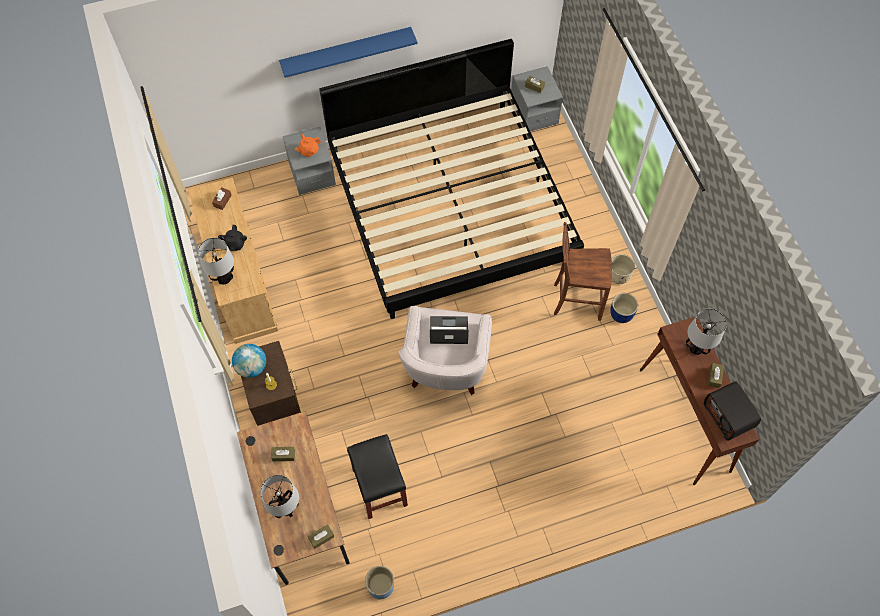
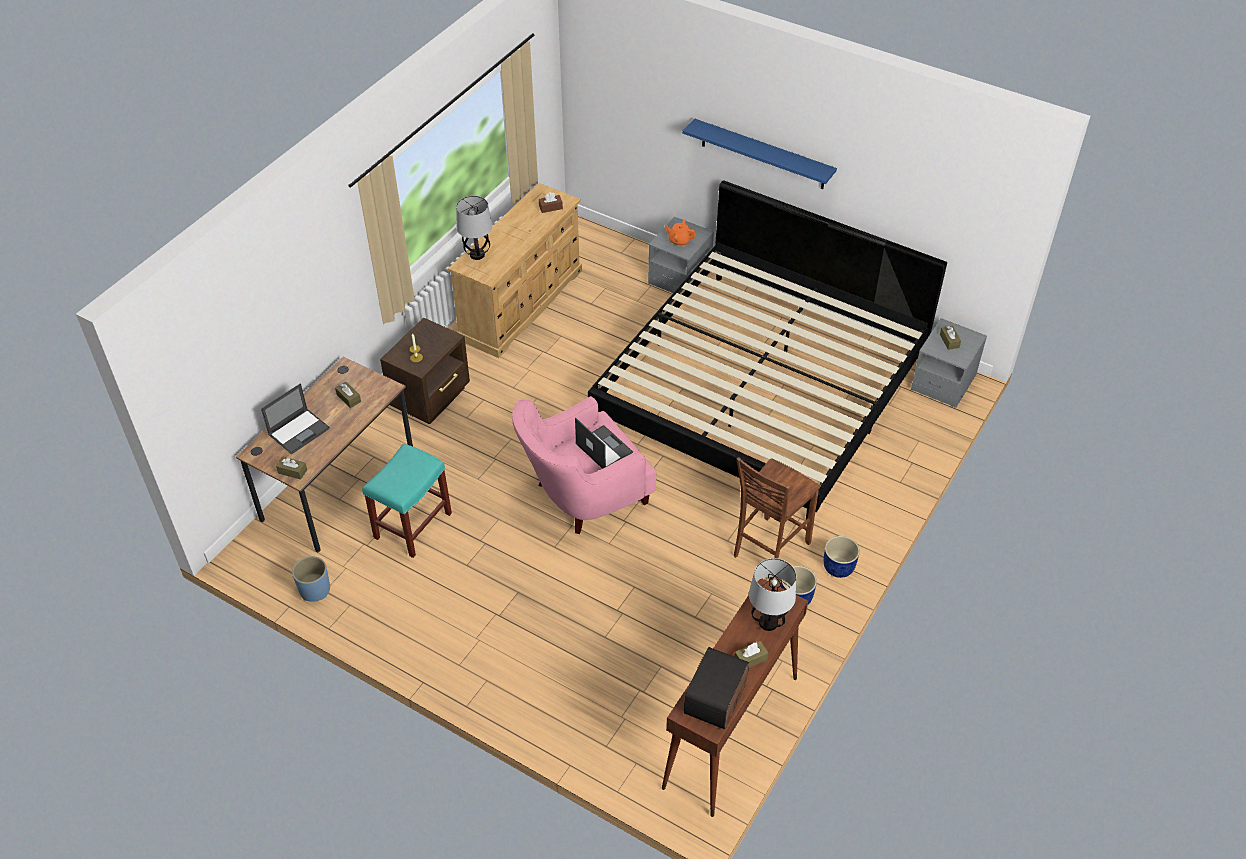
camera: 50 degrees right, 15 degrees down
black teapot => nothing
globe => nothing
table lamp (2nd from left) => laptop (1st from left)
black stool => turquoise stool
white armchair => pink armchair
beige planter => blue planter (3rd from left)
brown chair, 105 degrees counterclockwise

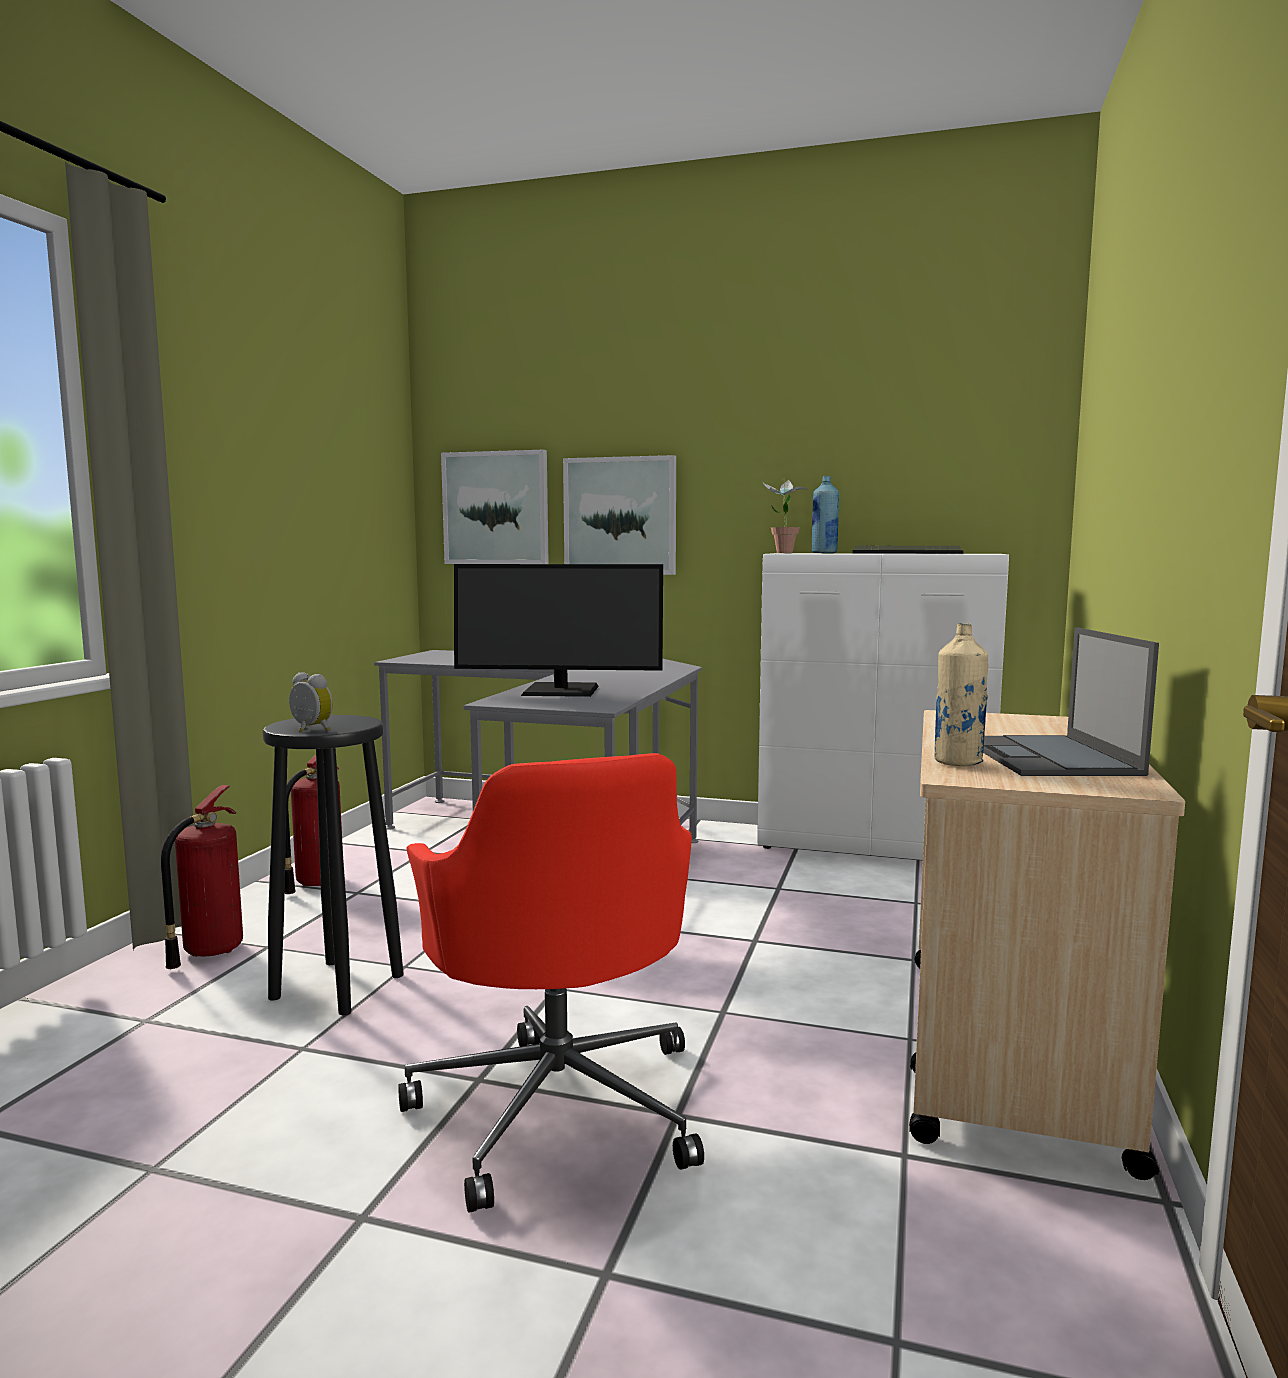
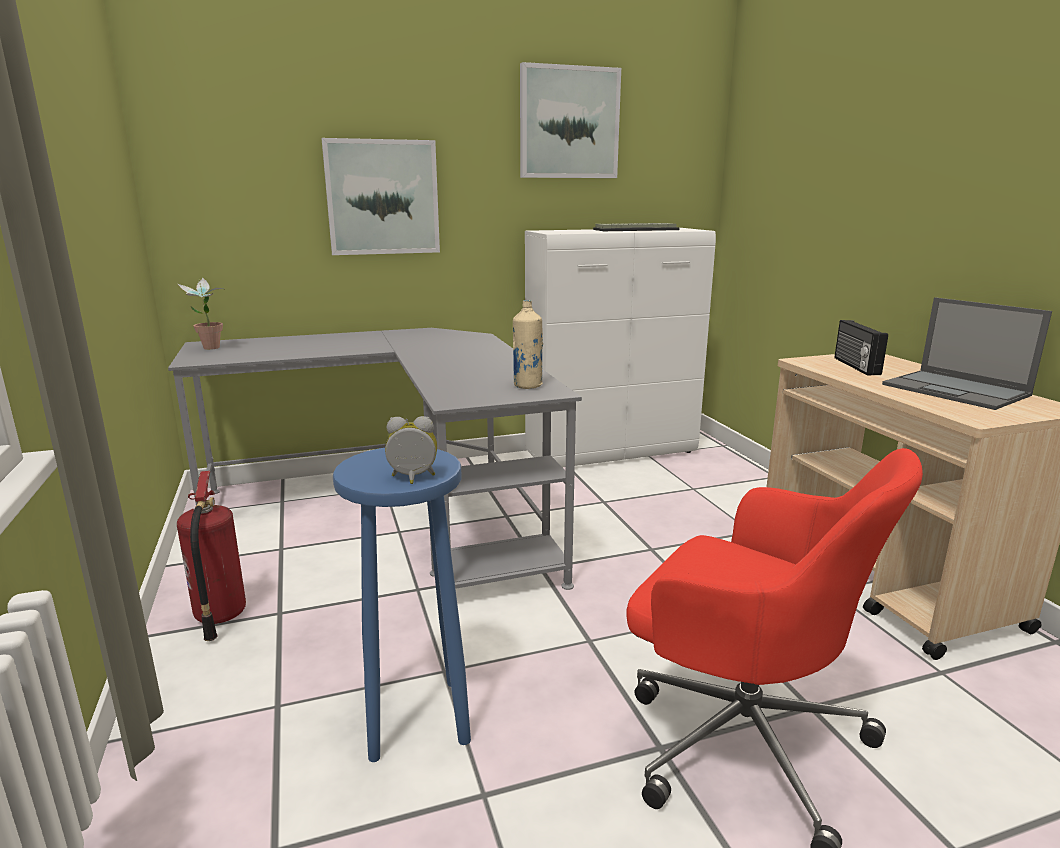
camera: 35 degrees left, 10 degrees up
fire extinguisher (1st from left) => nothing
monitor => nothing
blue bottle => nothing
nothing => radio
picture (1st from left in the first image) => picture (2nd from left), moved
potted plant, moved
beige bottle, moved
black stool => blue stool

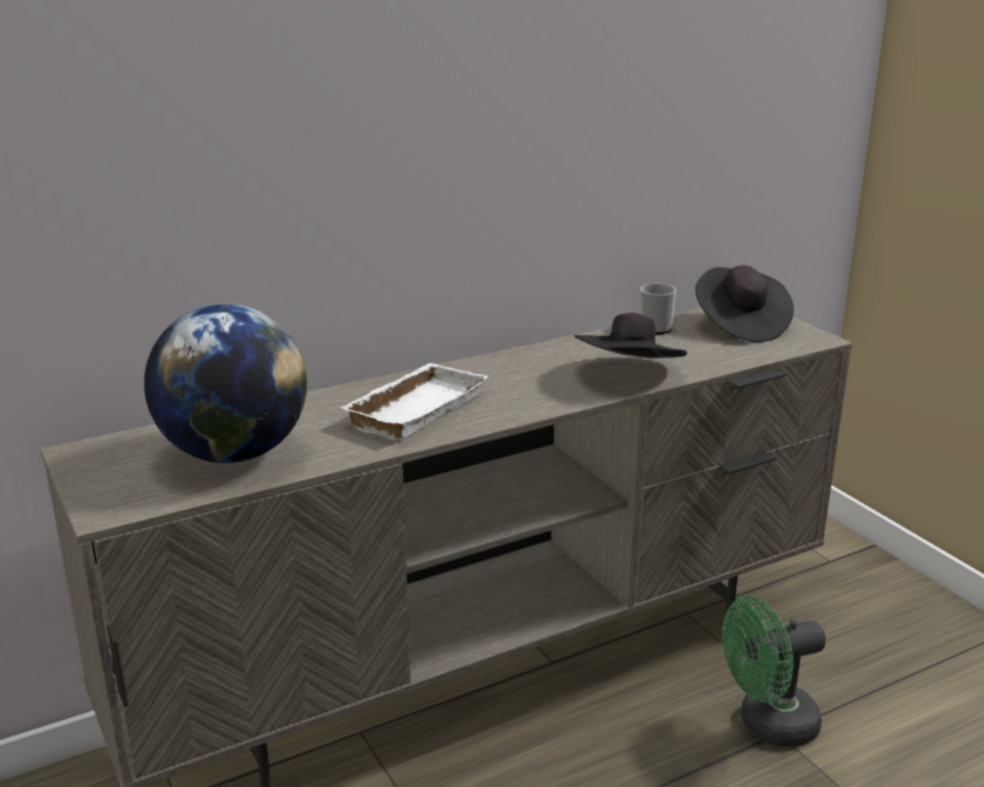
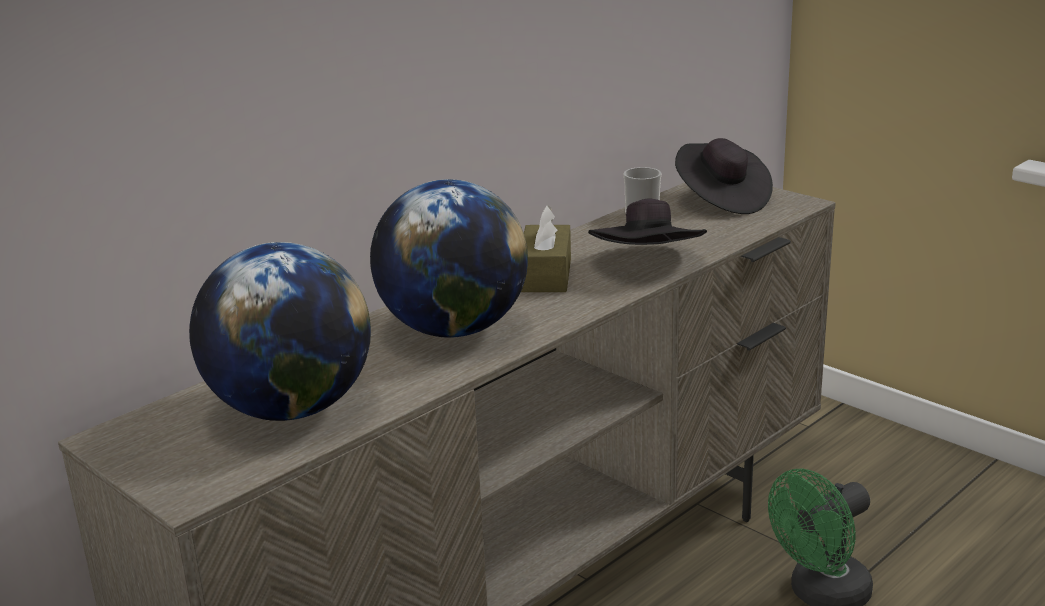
camera: 15 degrees left, 0 degrees up
nothing => brown tissue box
white tray => globe (2nd from left)

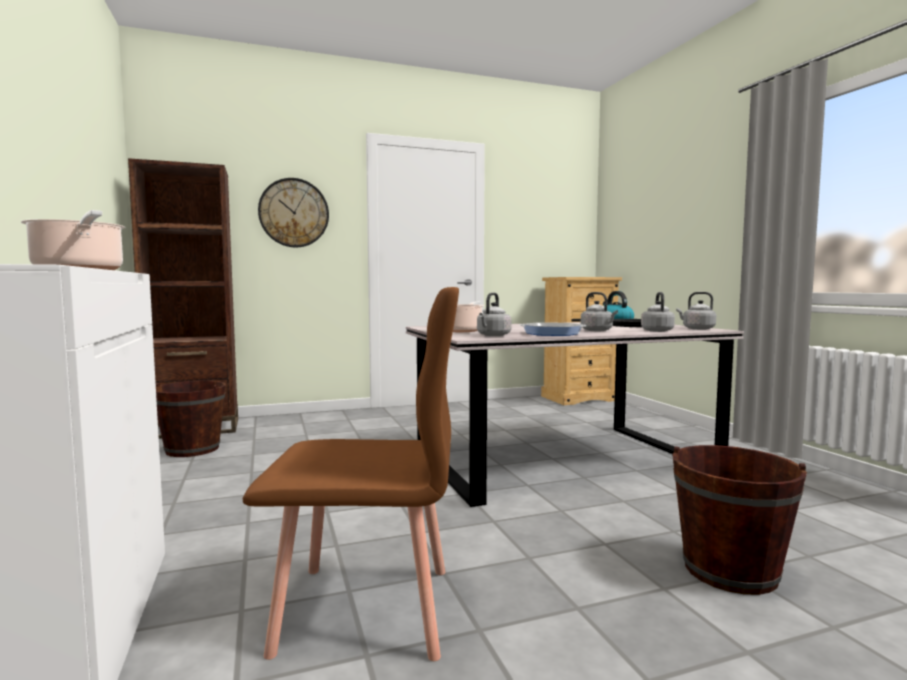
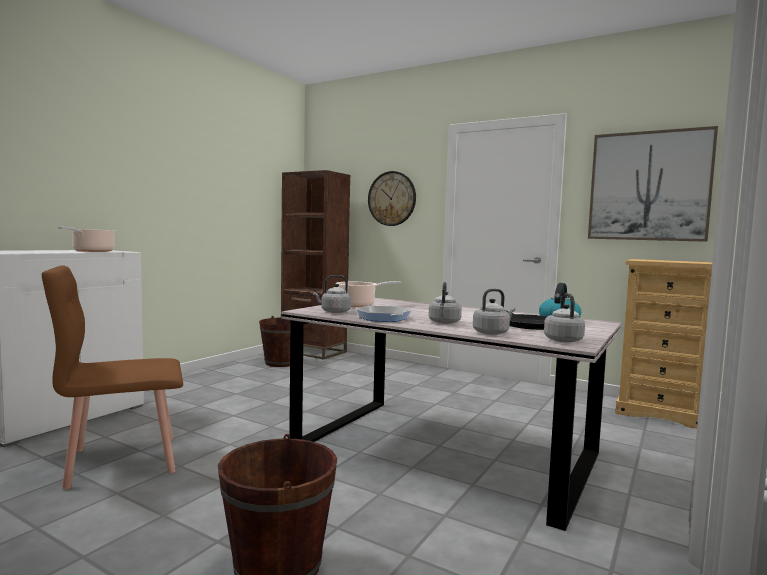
camera: 50 degrees right, 0 degrees up
nothing => picture
brown chair, 105 degrees clockwise

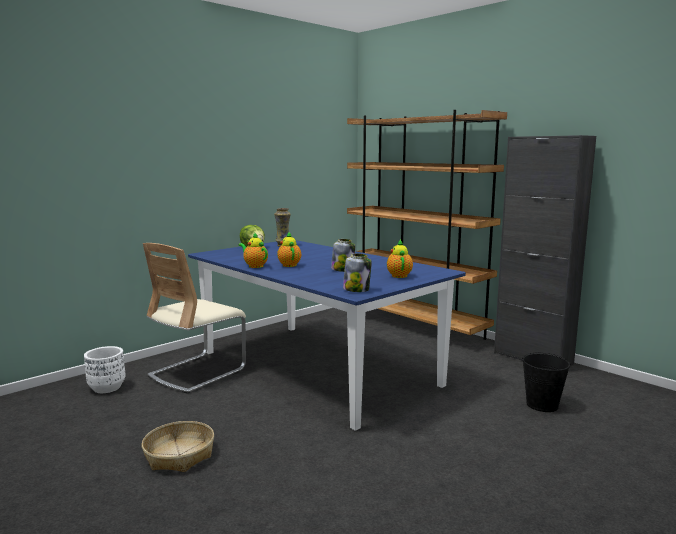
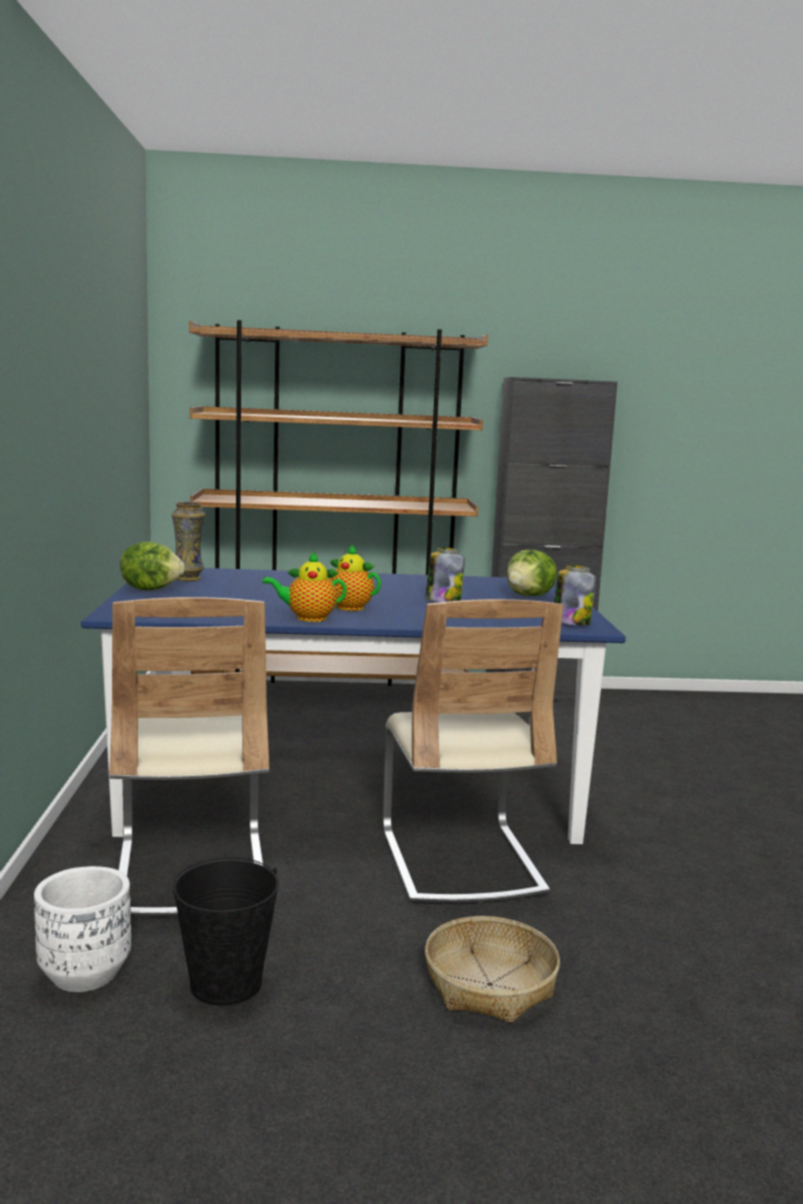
camera: 50 degrees left, 0 degrees up
nothing => beige chair (2nd from left)
black bucket, moved
teapot (3rd from left) => lettuce (2nd from left)

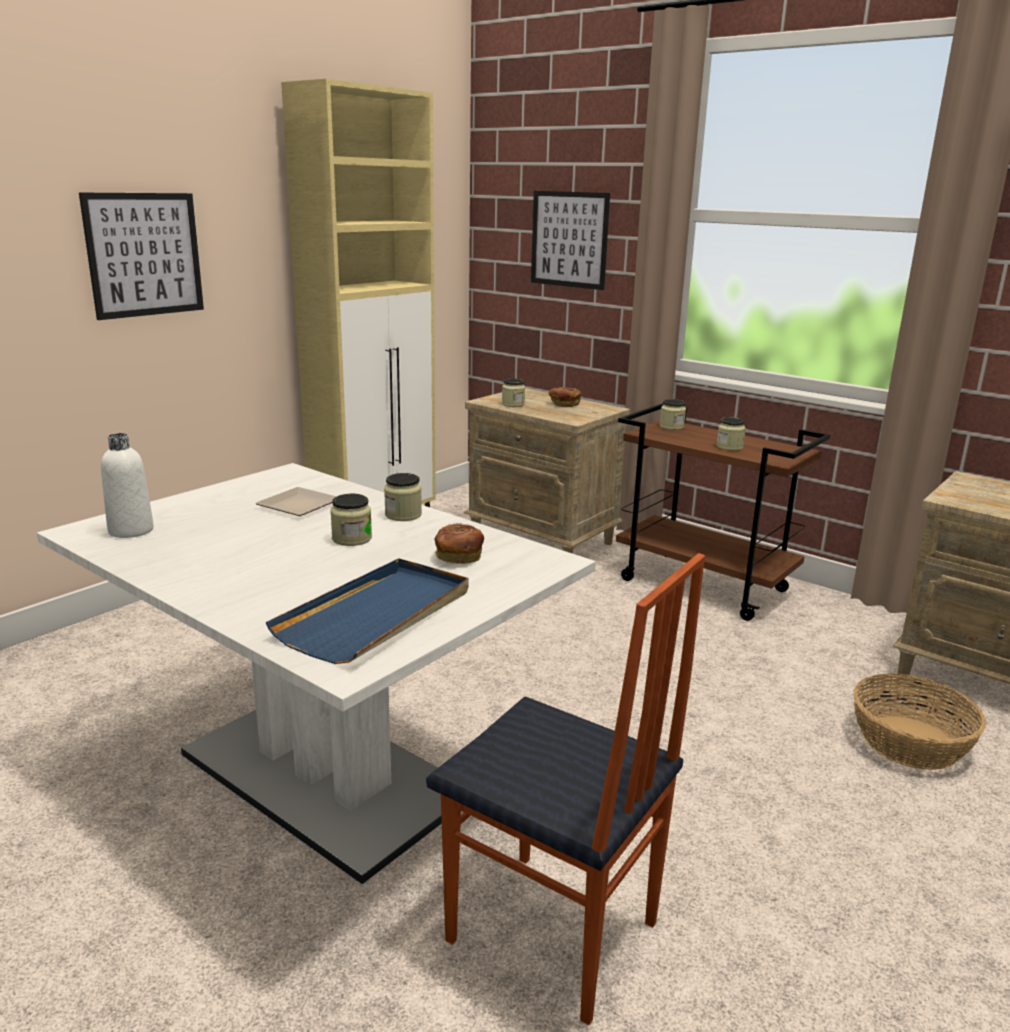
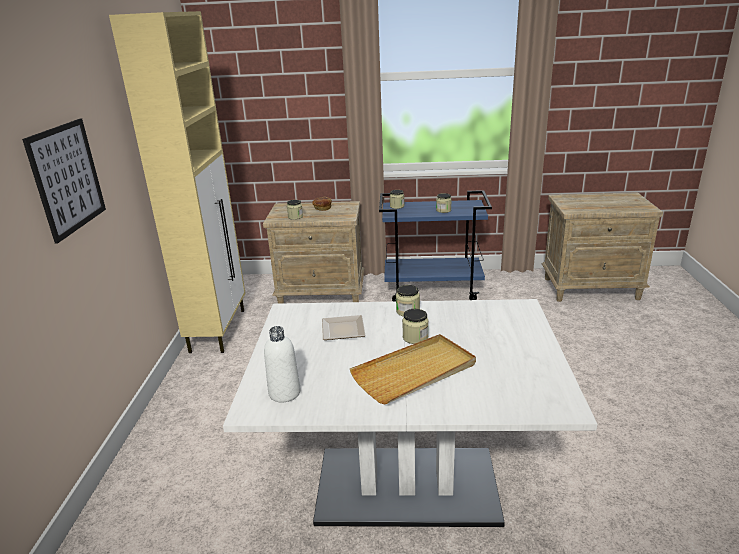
camera: 35 degrees left, 5 degrees up
blue tray => nothing
chair => nothing
bread (1st from left) => nothing
picture (2nd from left) => nothing
basket => nothing
nothing => beige tray
brown cart => blue cart

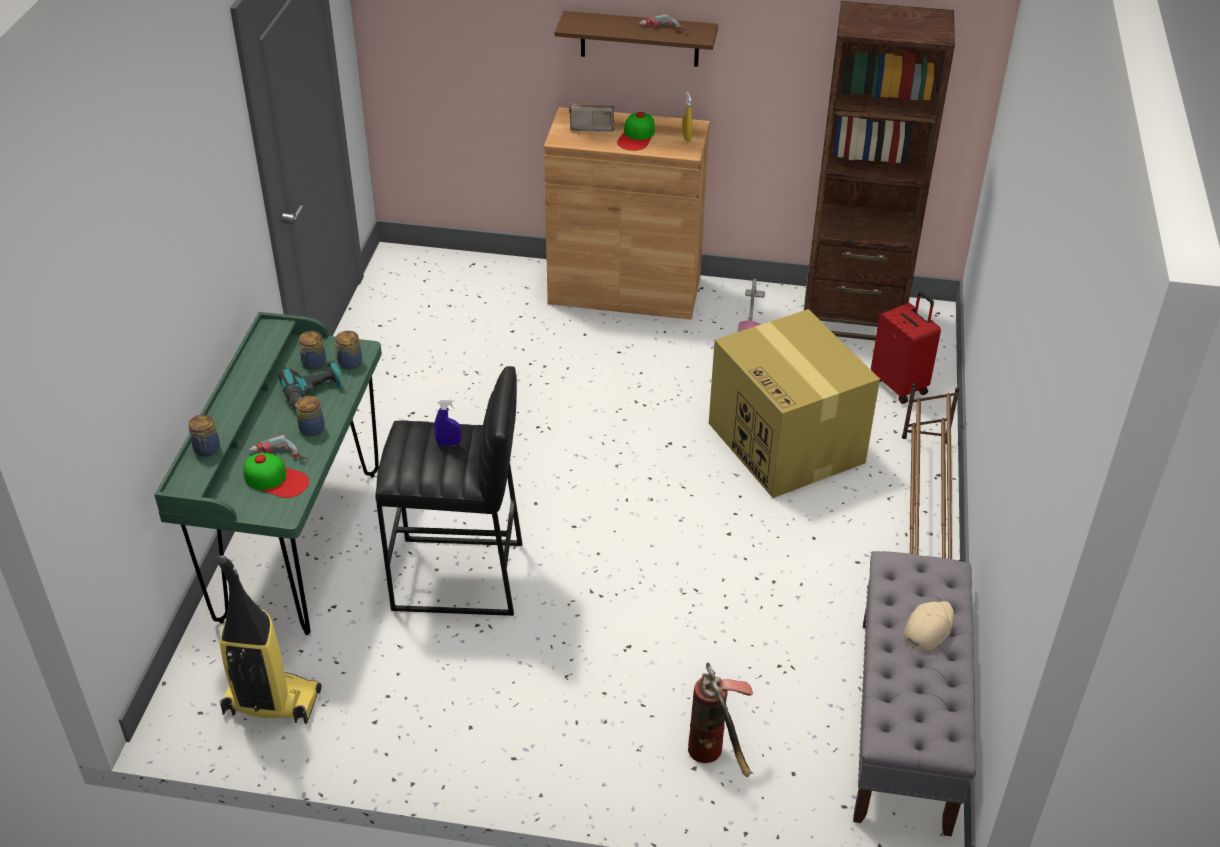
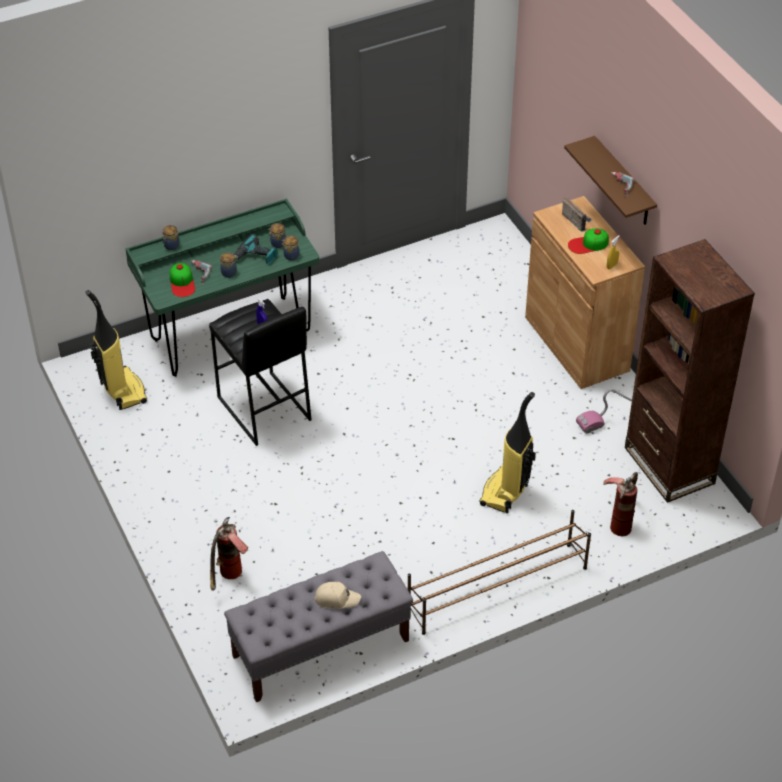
camera: 55 degrees right, 5 degrees up
cardboard box => vacuum cleaner (2nd from left)
red suitcase => fire extinguisher (2nd from left)

